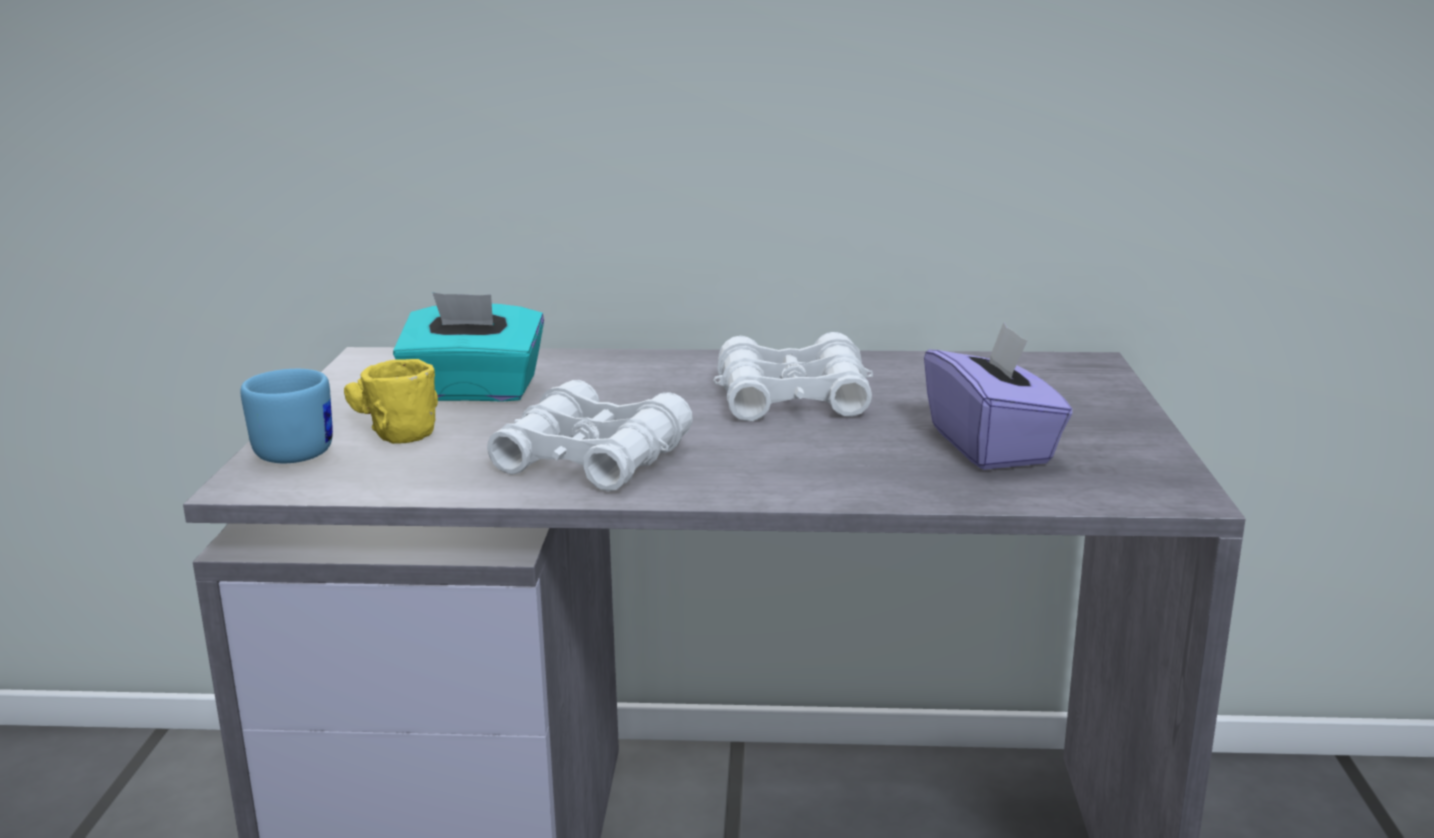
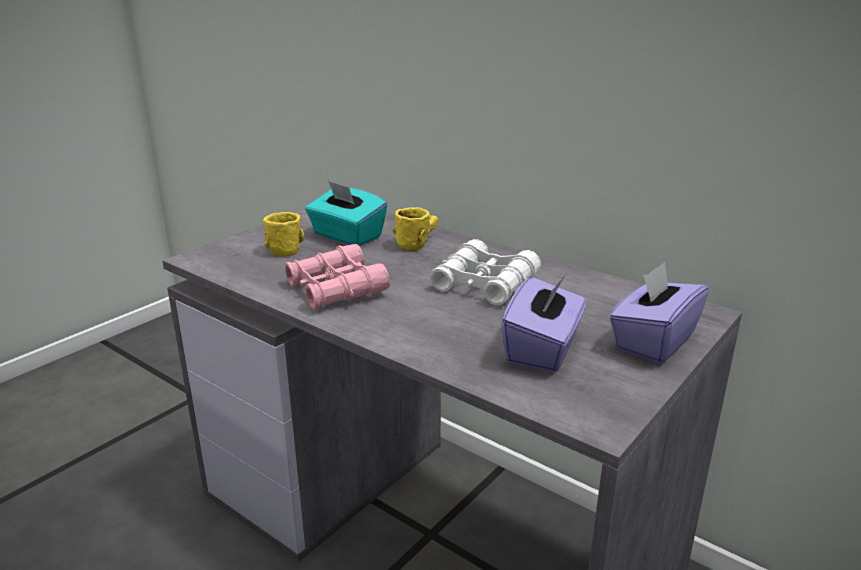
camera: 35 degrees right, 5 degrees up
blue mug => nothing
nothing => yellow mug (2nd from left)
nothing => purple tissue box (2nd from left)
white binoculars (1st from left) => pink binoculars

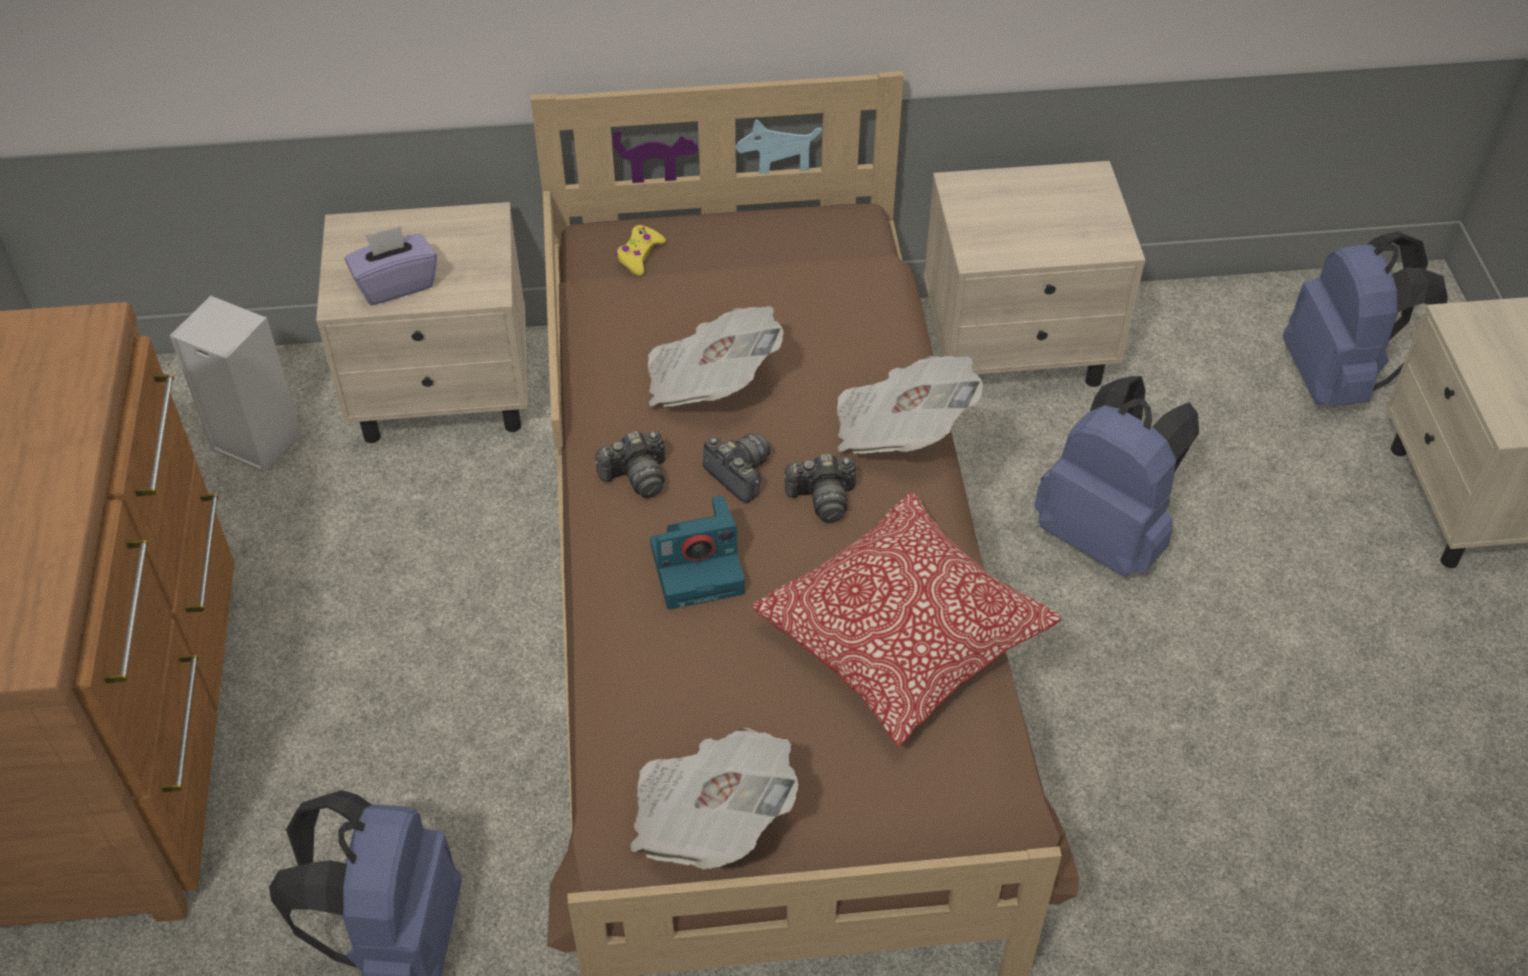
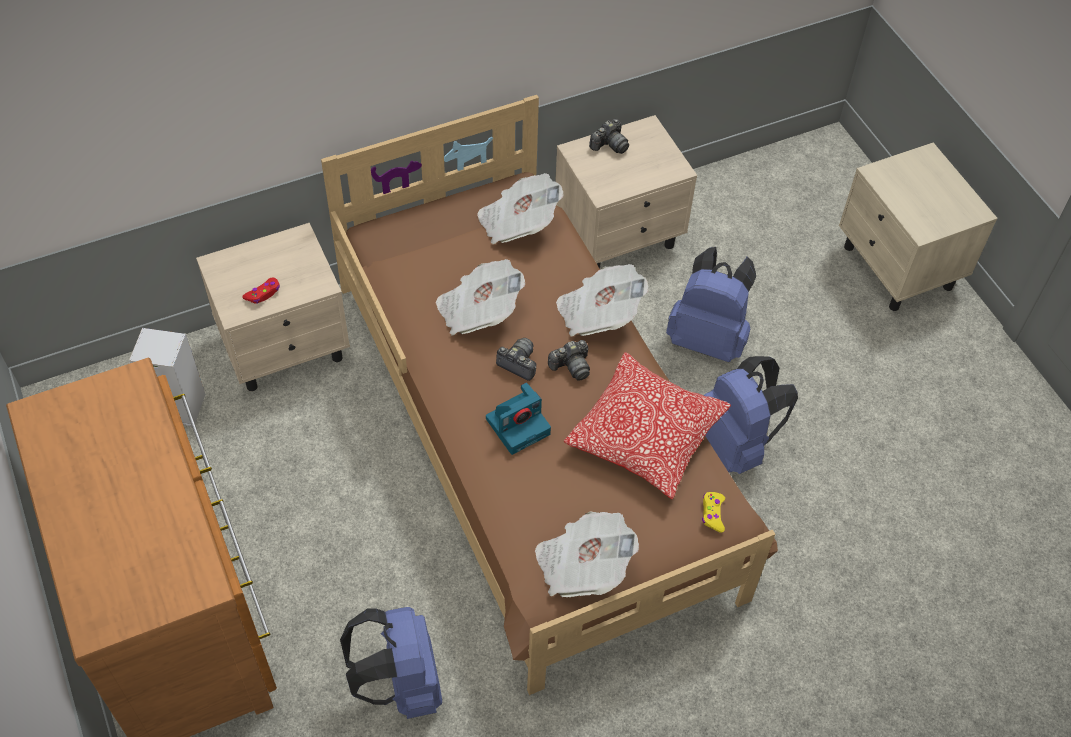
camera: 20 degrees left, 5 degrees up
nothing => newspaper (2nd from left)
photo camera (1st from left in the first image) => photo camera (4th from left), moved
yellow game controller, moved
blue backpack (3rd from left), moved
purple tissue box => red game controller

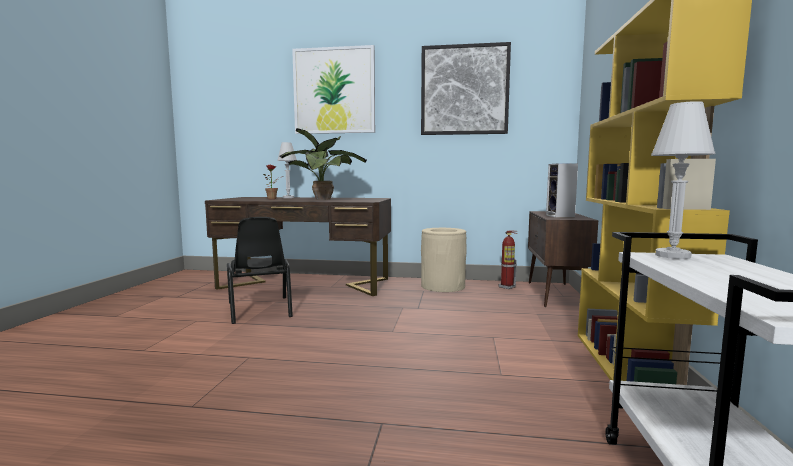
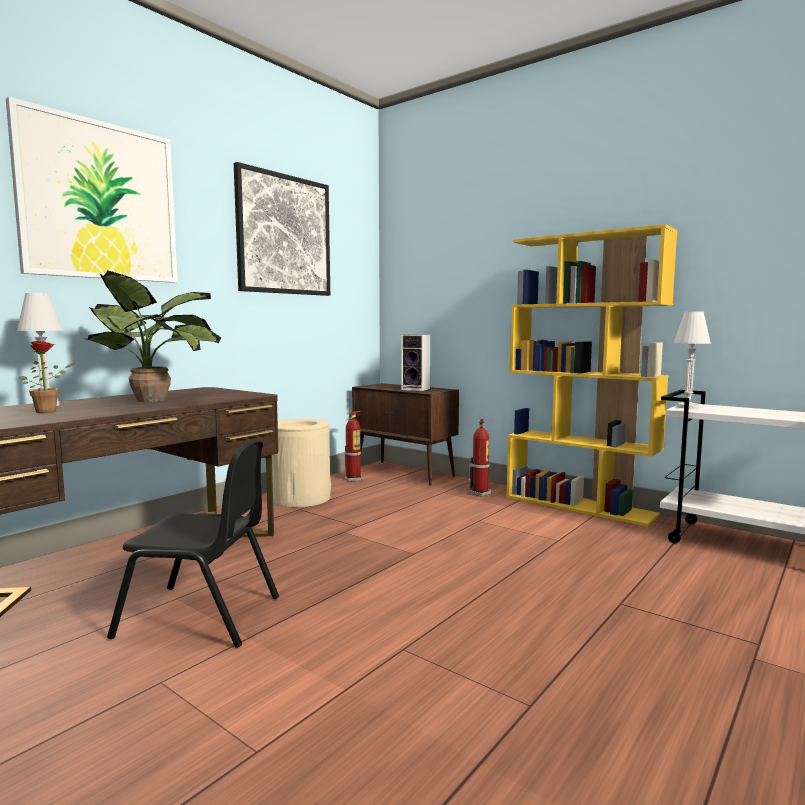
camera: 60 degrees left, 0 degrees up
nothing => fire extinguisher (2nd from left)

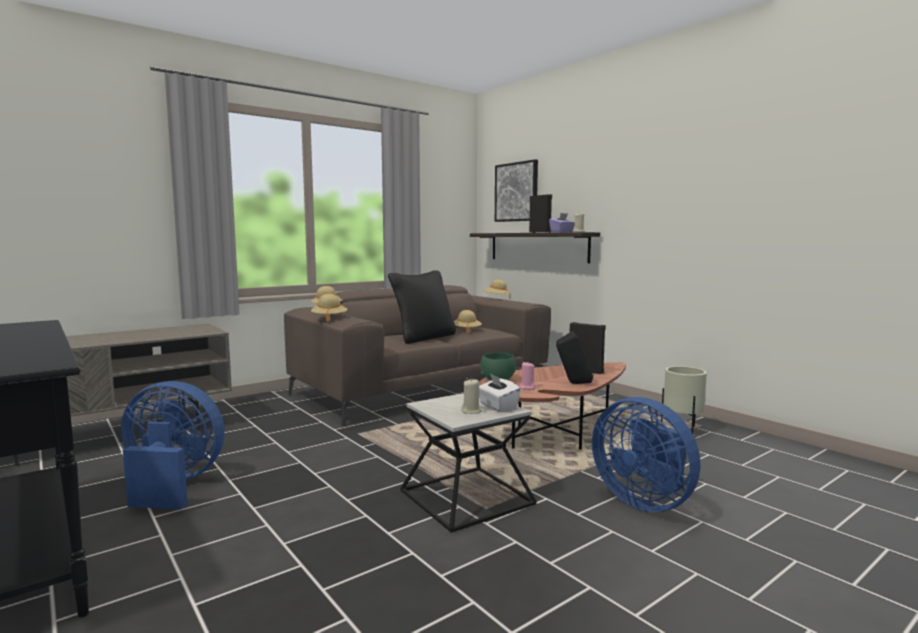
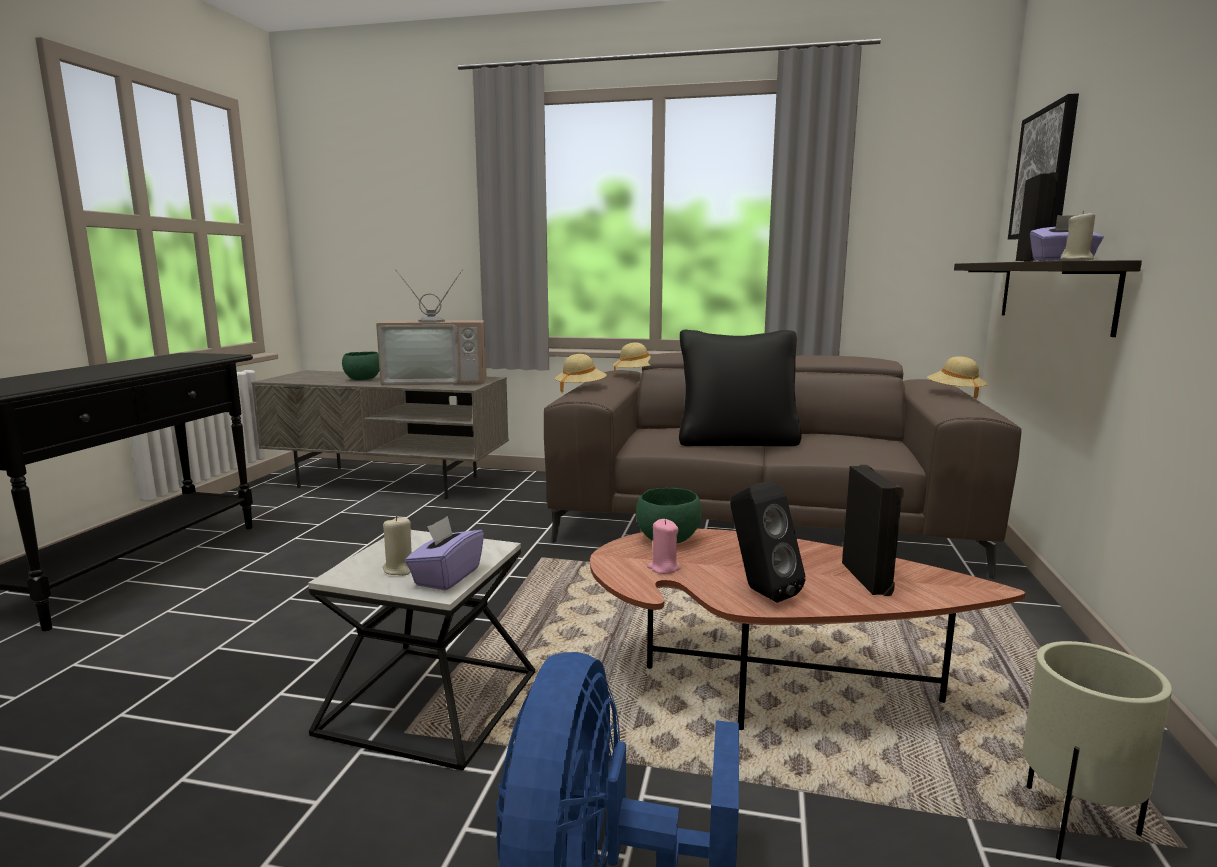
camera: 50 degrees right, 5 degrees up
blue fan (1st from left) => nothing
beige hat (3rd from left) => nothing
nothing => green bowl (1st from left)
nothing => television
white tissue box => purple tissue box (1st from left)

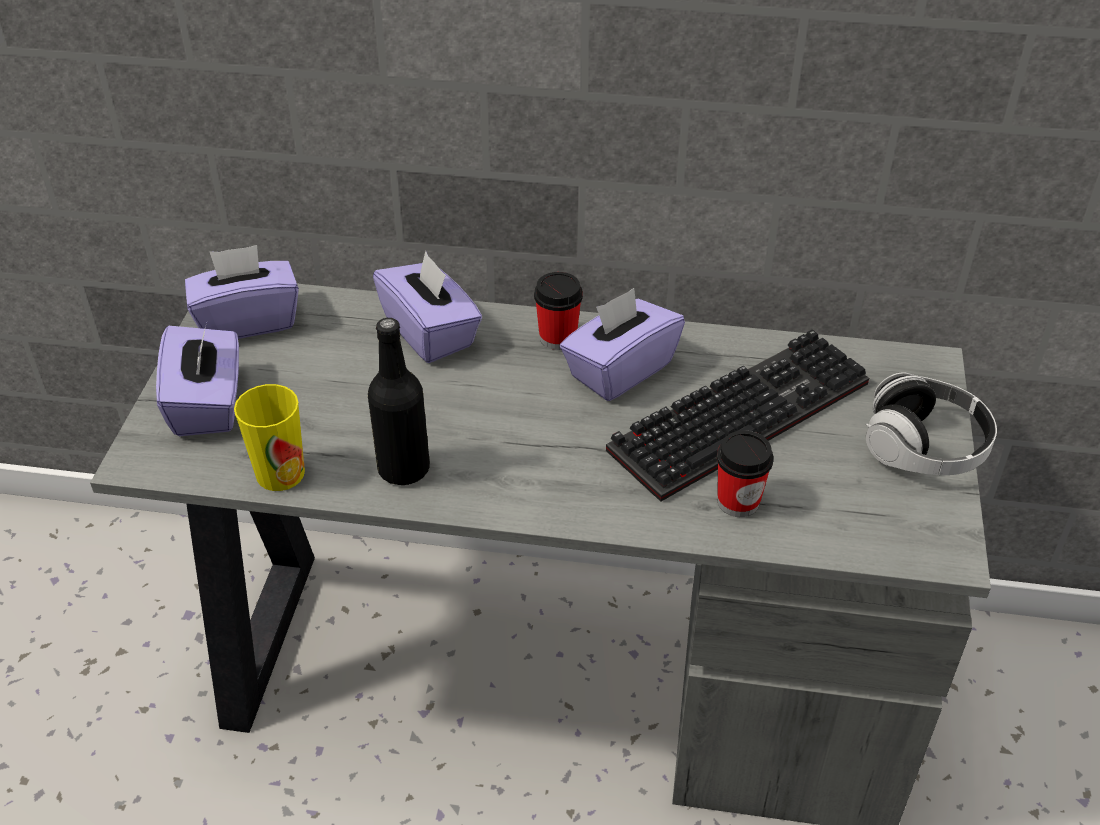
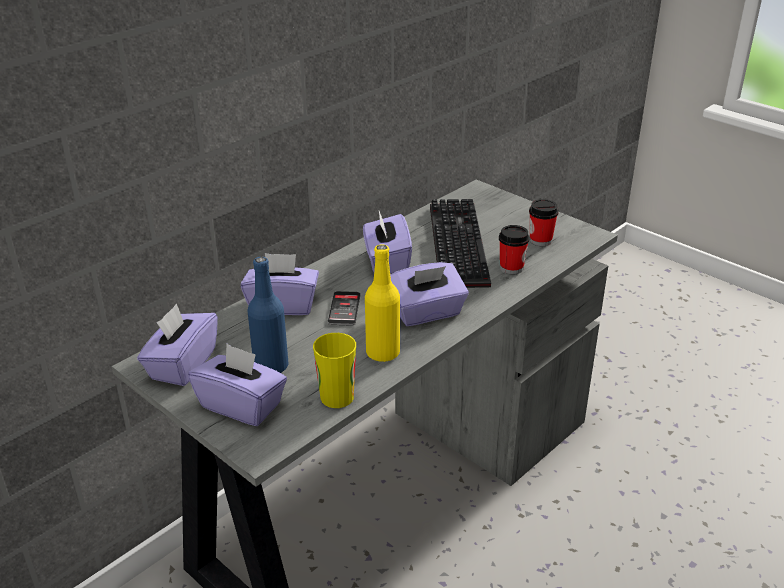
camera: 55 degrees left, 10 degrees down
headphones => nothing
nothing => blue bottle
nothing => phone
nothing => purple tissue box (5th from left)
cup (2nd from left in the first image) => cup (3rd from left), moved
black bottle => yellow bottle

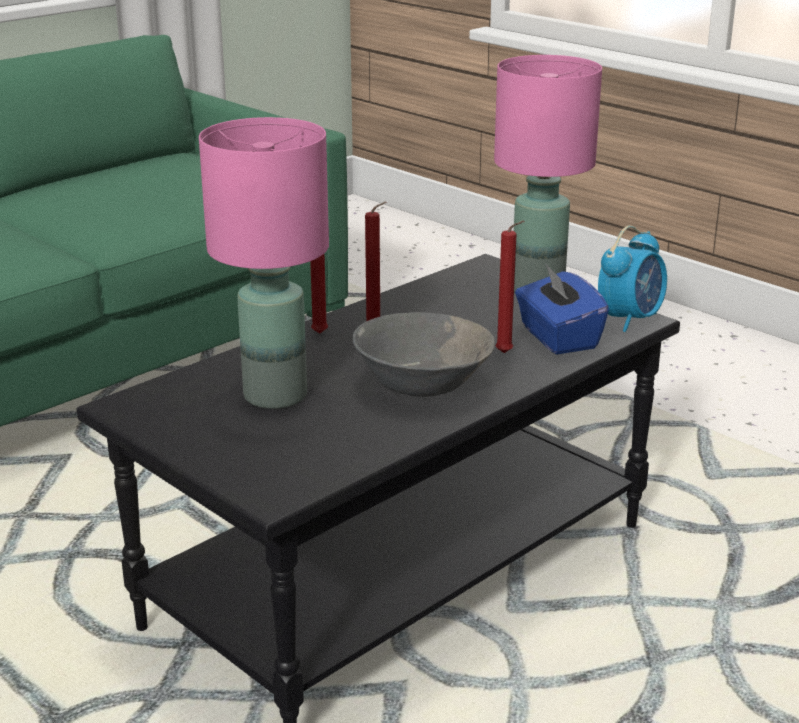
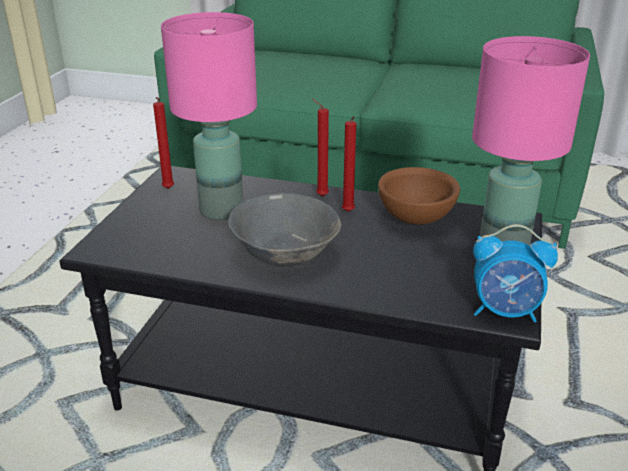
camera: 60 degrees right, 5 degrees up
blue tissue box => nothing
nothing => brown bowl
red candle (3rd from left in the first image) => red candle (1st from left), moved

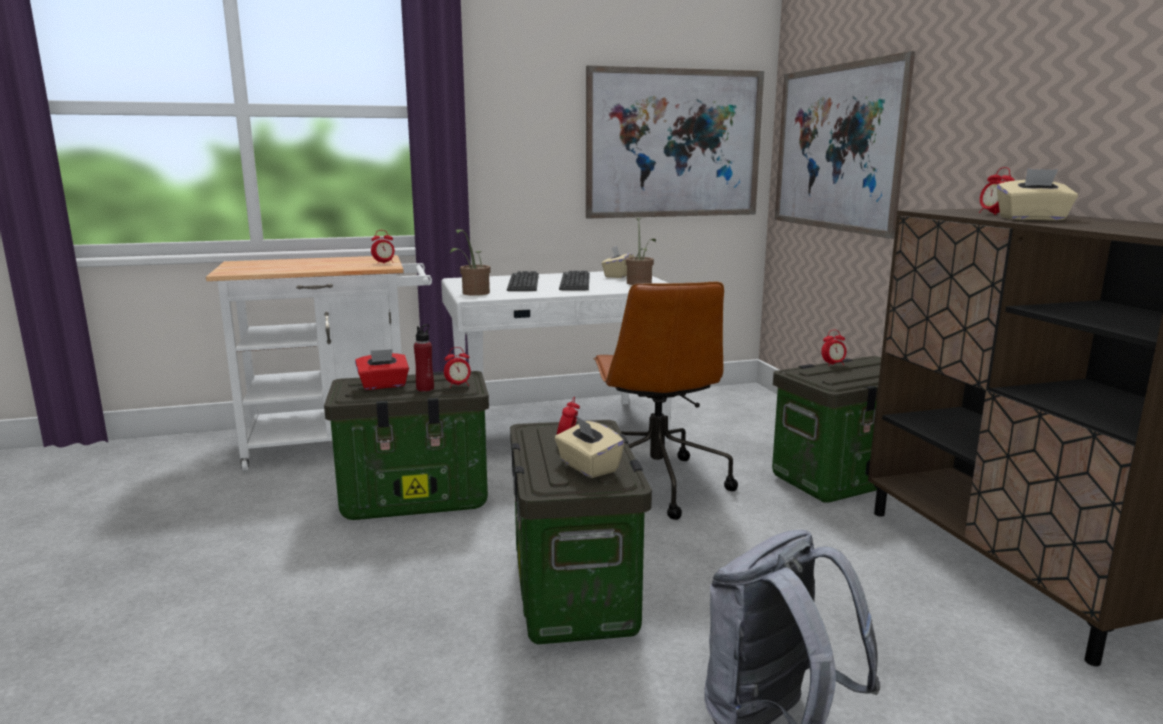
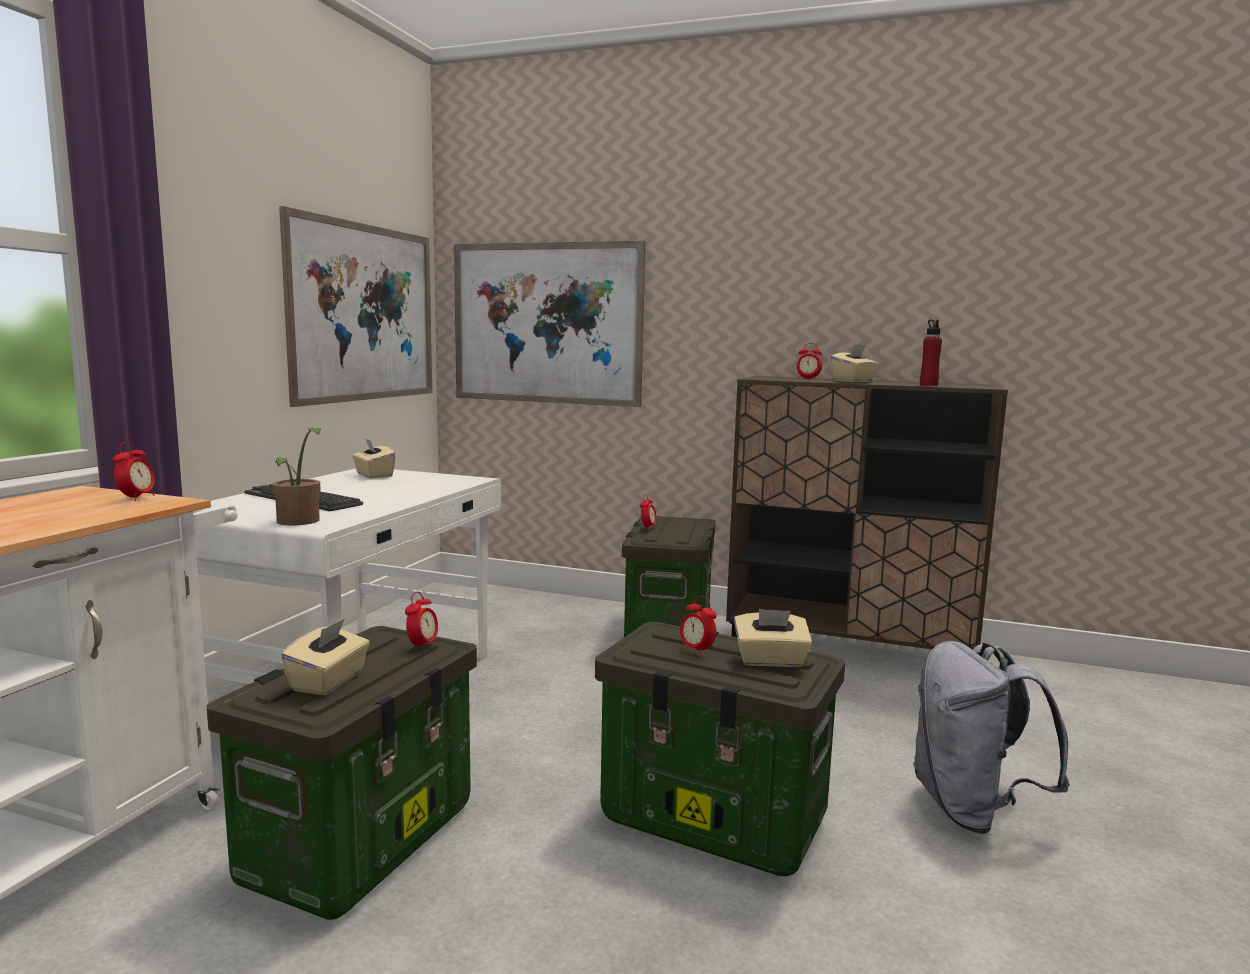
camera: 55 degrees left, 5 degrees down
keyboard (2nd from left) => nothing
brown office chair => nothing
potted plant (2nd from left) => nothing
red bottle, moved
red tissue box => beige tissue box (1st from left)

